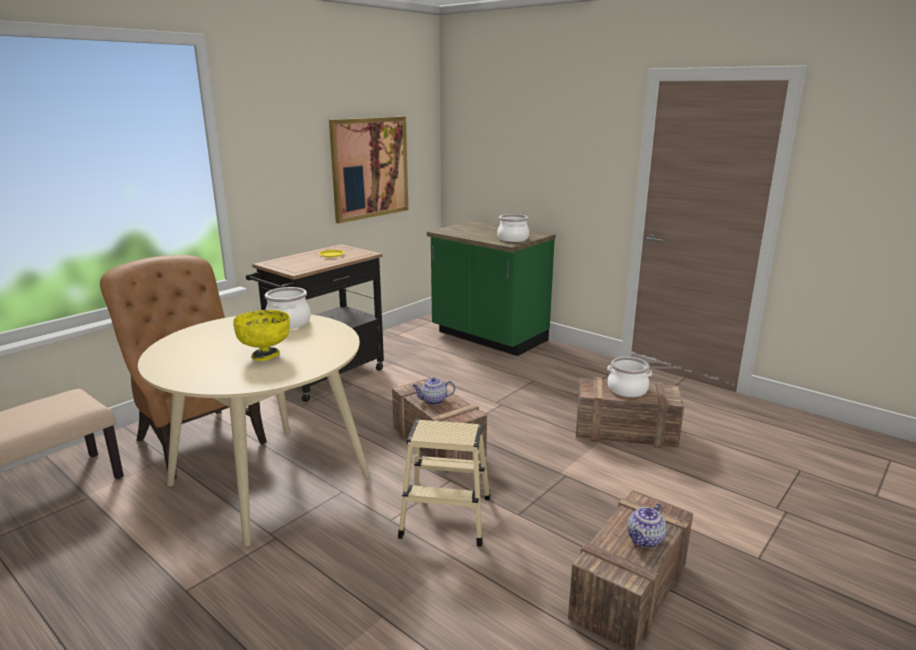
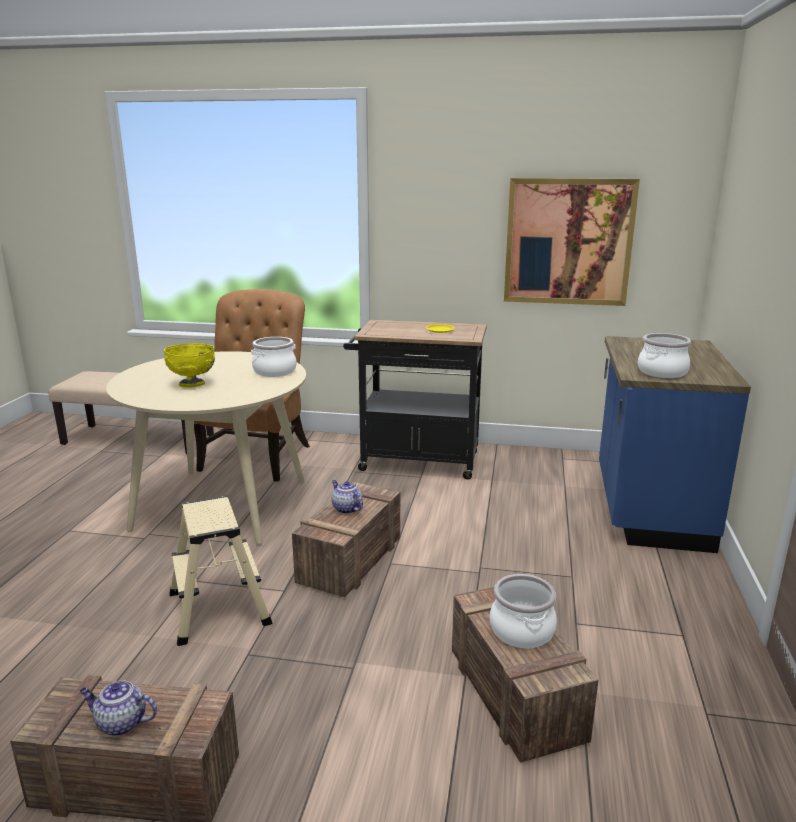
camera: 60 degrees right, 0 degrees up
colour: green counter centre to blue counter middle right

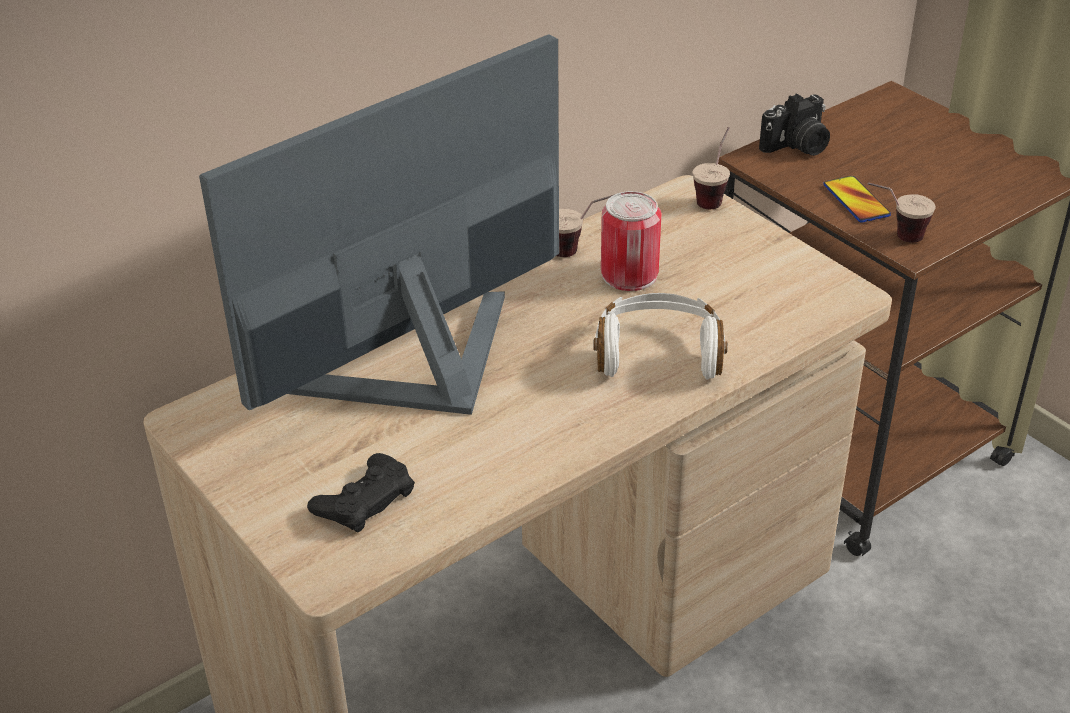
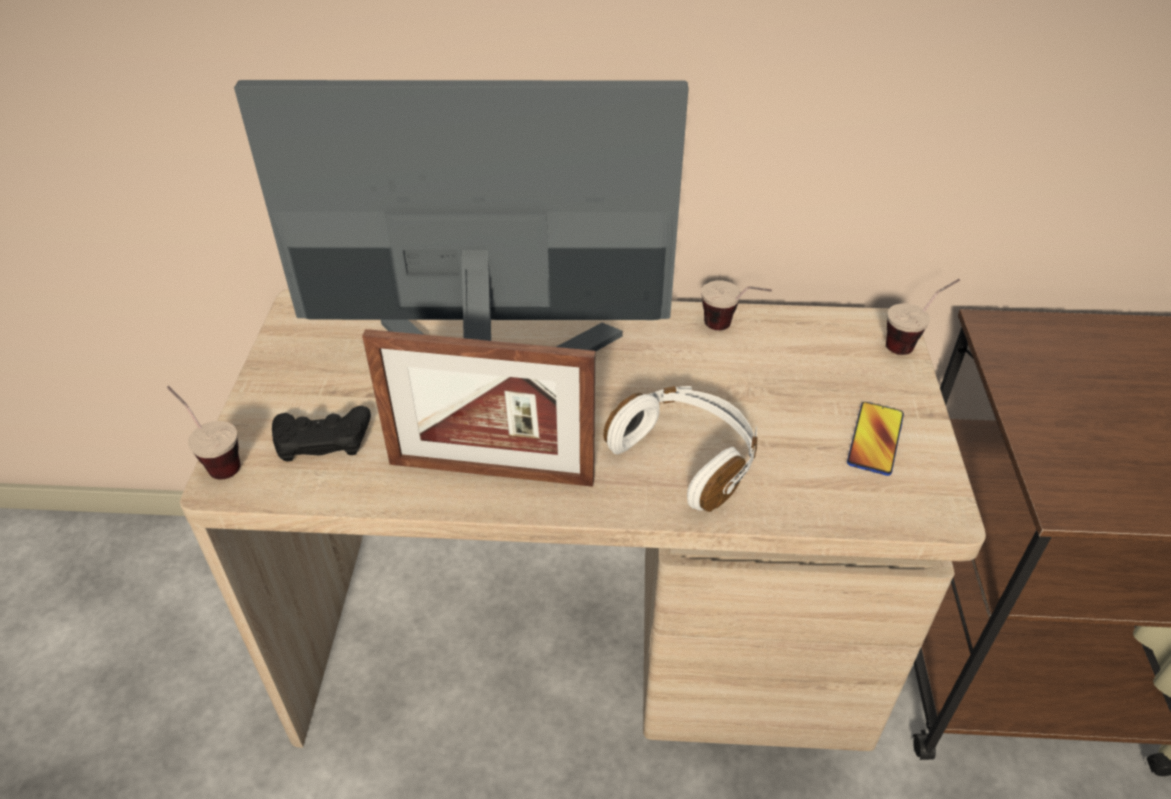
camera: 40 degrees right, 5 degrees up
missing: can centre; photo camera top right
appeared: picture frame centre
relocated: cup (no. 3 from left in the first image) top right to cup (no. 1 from left) middle left; phone top right to middle right

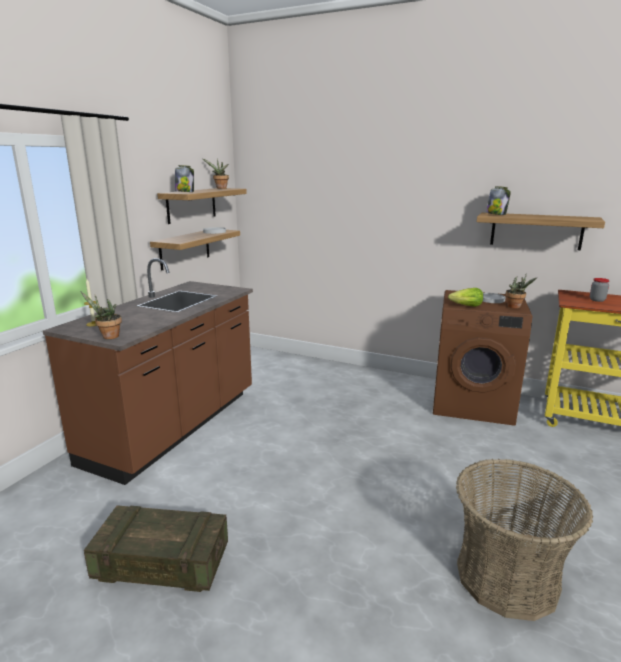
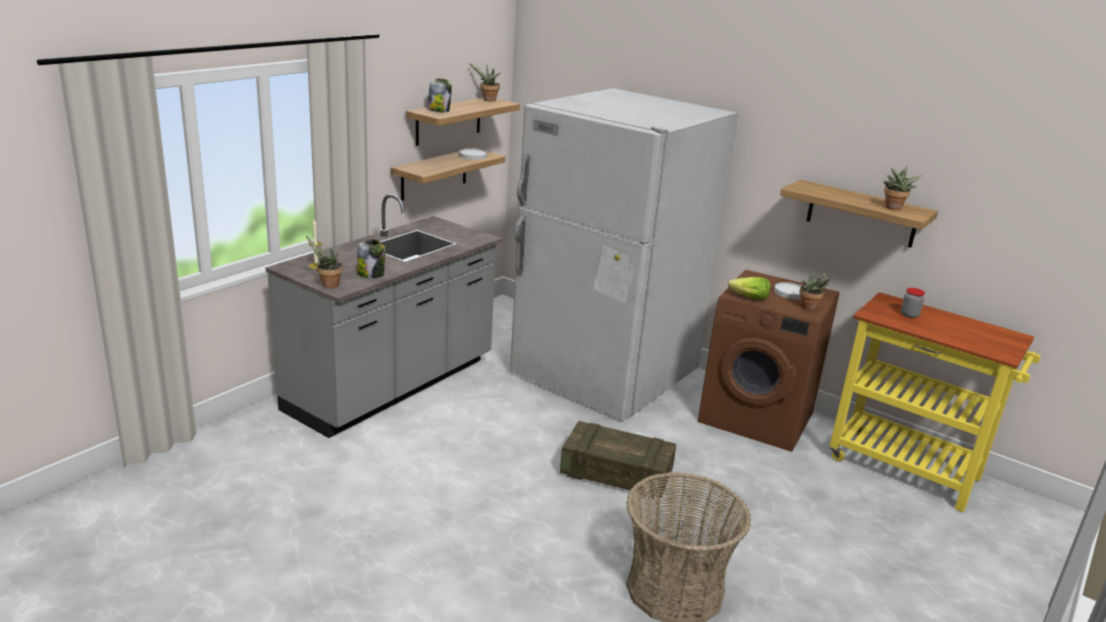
camera: 10 degrees right, 5 degrees up
appeared: white fridge centre; potted plant (no. 4 from left) top right
relocated: jar (no. 2 from left in the first image) top right to jar (no. 1 from left) centre; crate bottom left to bottom centre
colour: brown counter middle left to grey counter centre

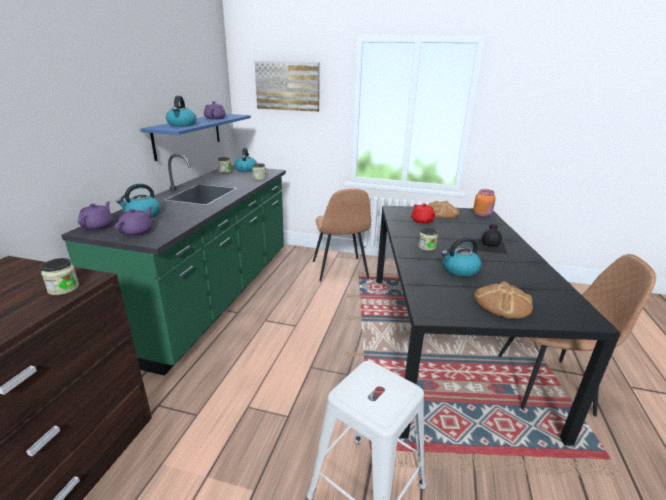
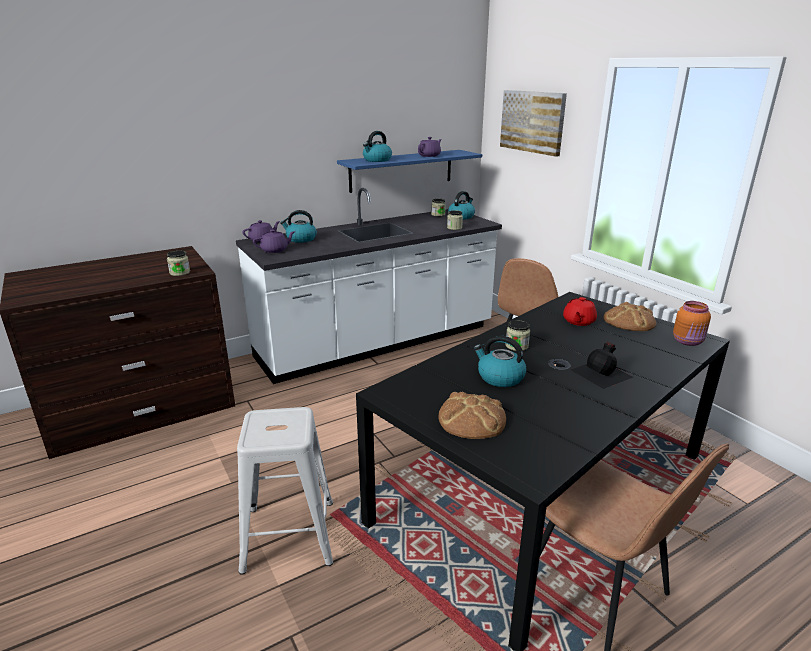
camera: 45 degrees right, 0 degrees up
colour: green counter middle left to white counter centre

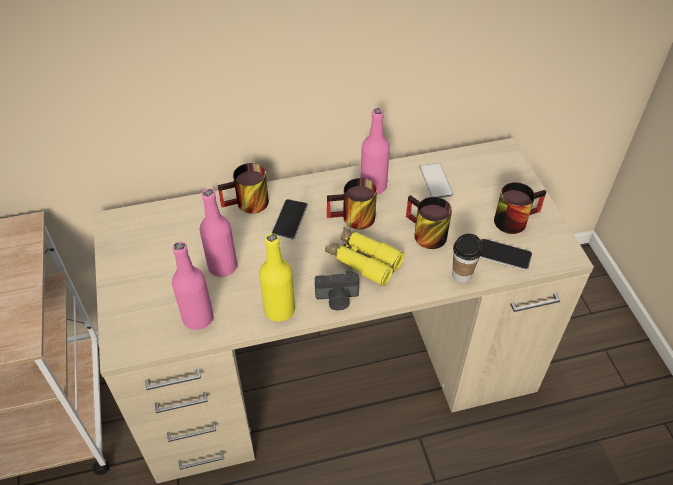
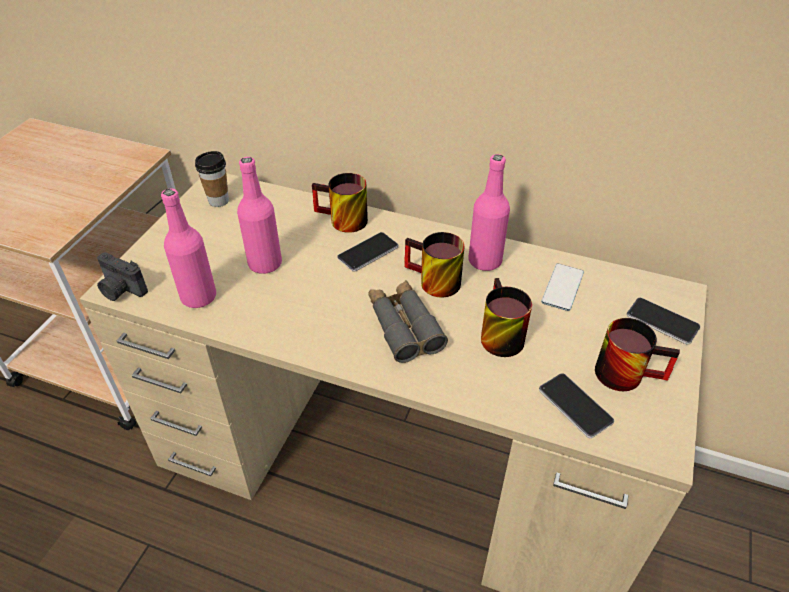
camera: 35 degrees right, 5 degrees down
missing: yellow bottle centre
appeared: phone (no. 4 from left) middle right
relocated: photo camera centre to middle left; cup middle right to top left
colour: yellow binoculars centre to grey binoculars centre

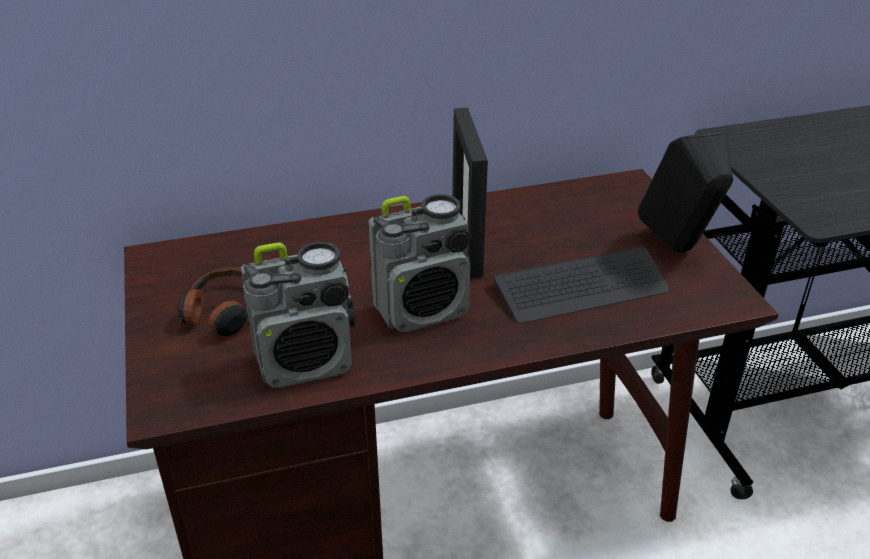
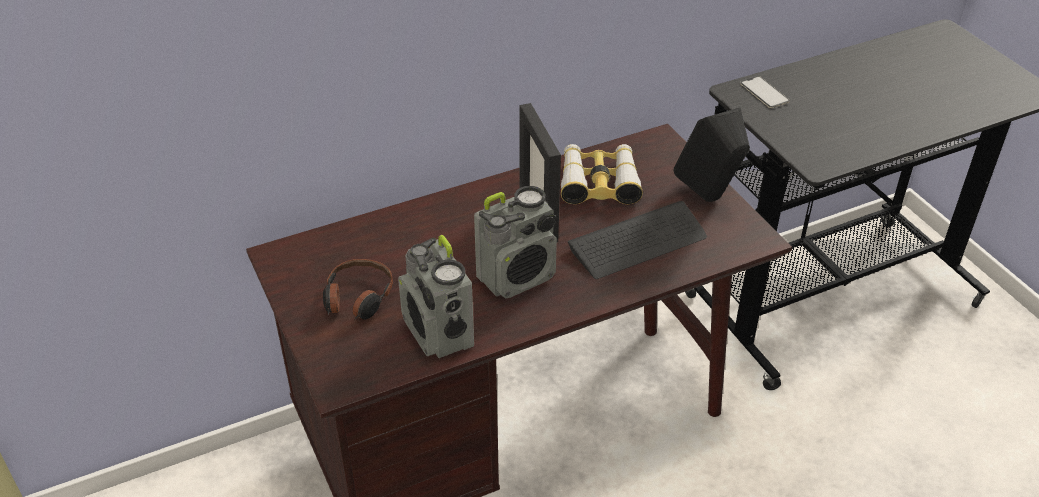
camera: 10 degrees left, 5 degrees up
appeared: binoculars centre; phone top right
spun: radio (no. 1 from left) centre = centre 90 degrees clockwise

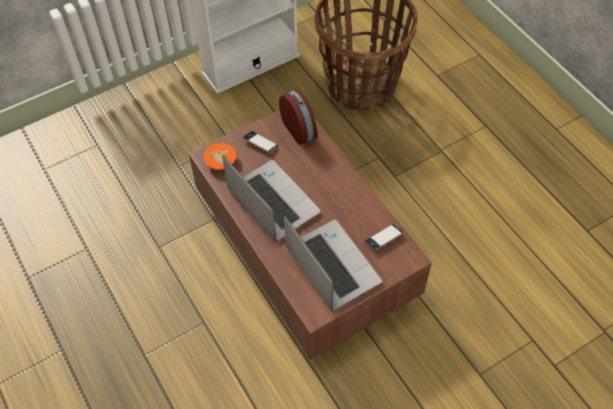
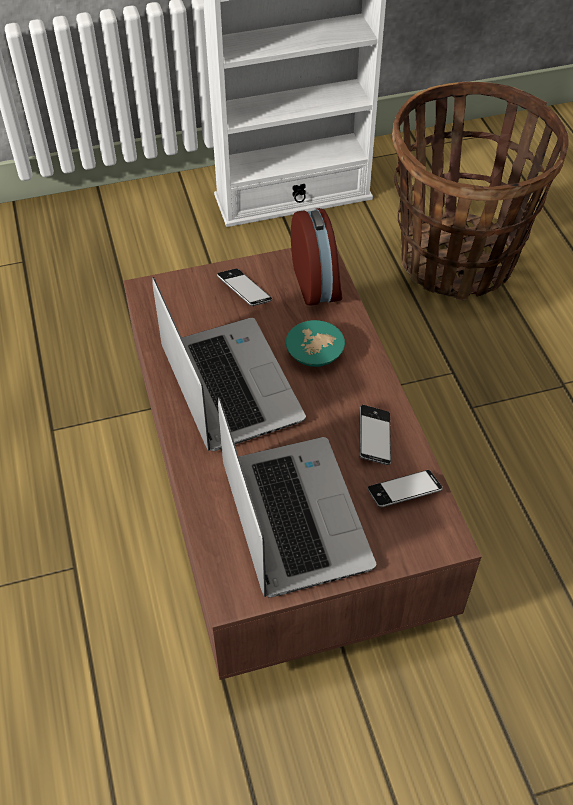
camera: 15 degrees right, 5 degrees down
missing: orange bowl centre
appeared: turquoise bowl centre; phone (no. 2 from left) centre

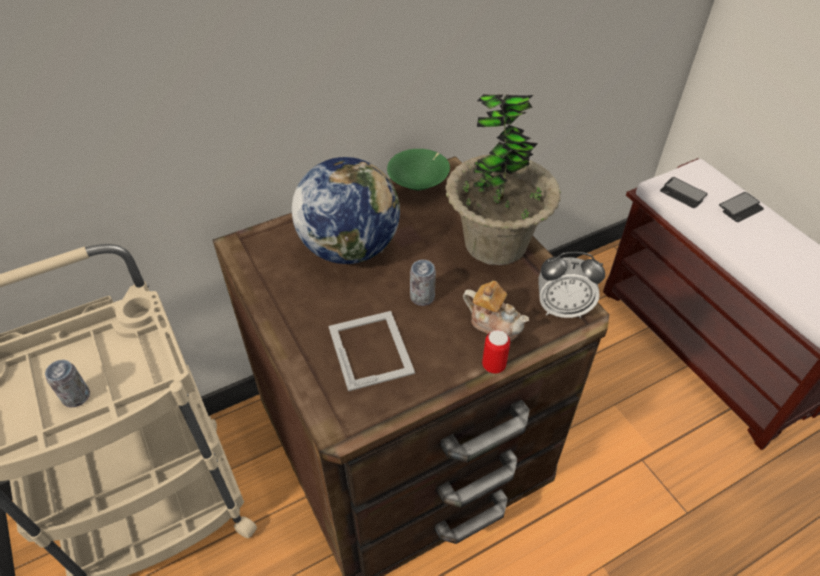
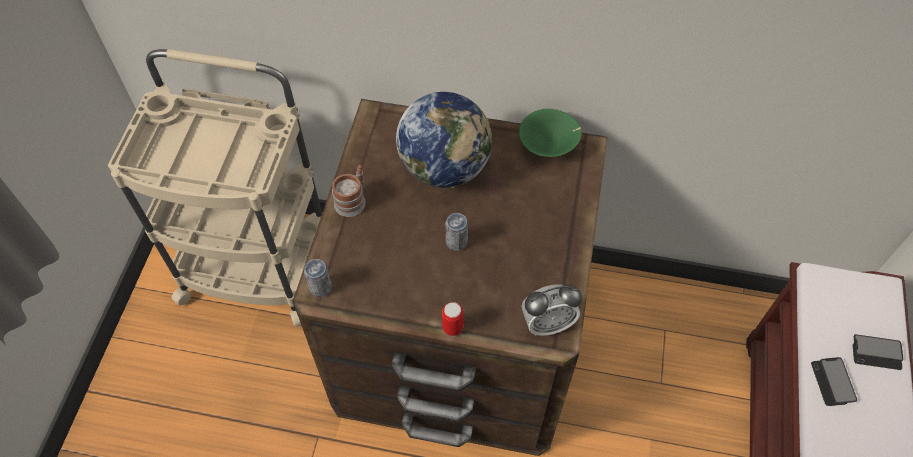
camera: 40 degrees right, 10 degrees up
missing: picture frame centre; potted plant top centre; teapot centre
appeared: mug centre
relocated: can (no. 1 from left) bottom left to centre; phone (no. 1 from left) middle right to bottom right
spun: alarm clock middle right = bottom centre 60 degrees counterclockwise

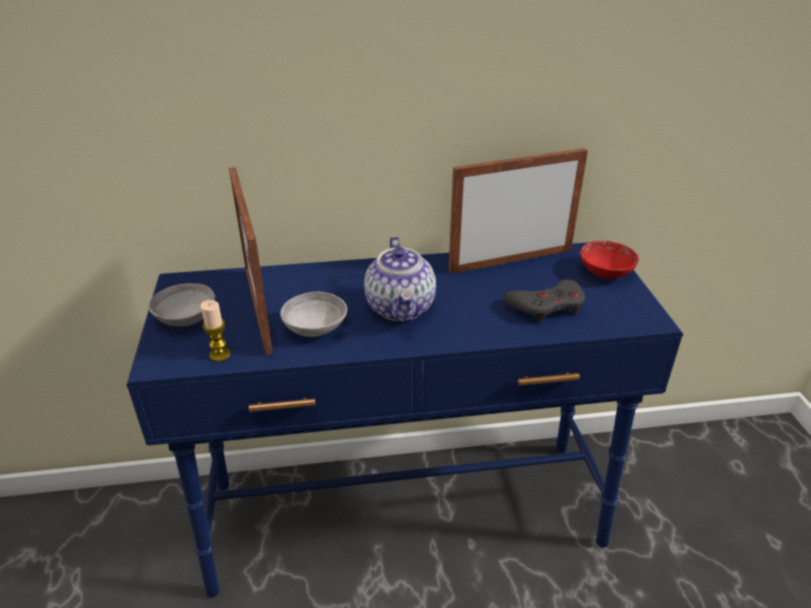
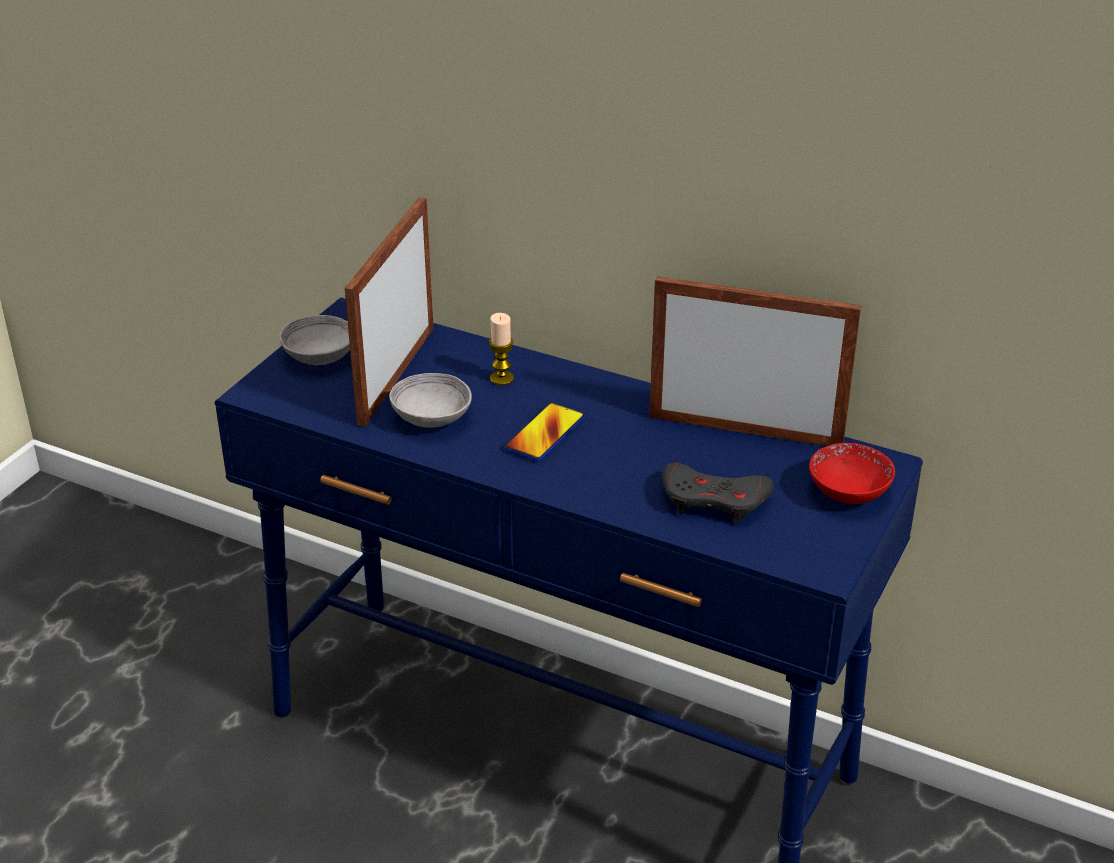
camera: 35 degrees right, 0 degrees up
relocated: candle middle left to centre
exchanged: teapot centre to phone centre

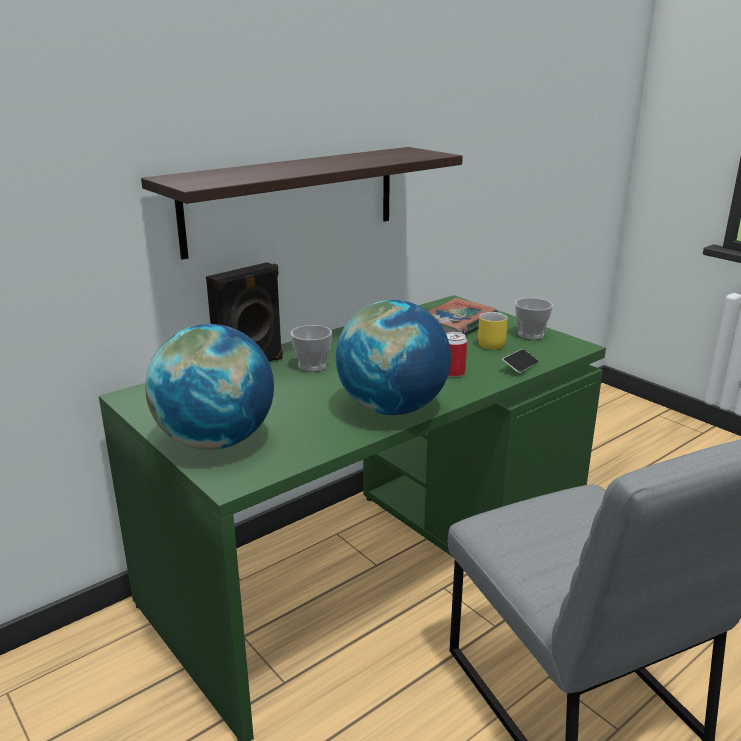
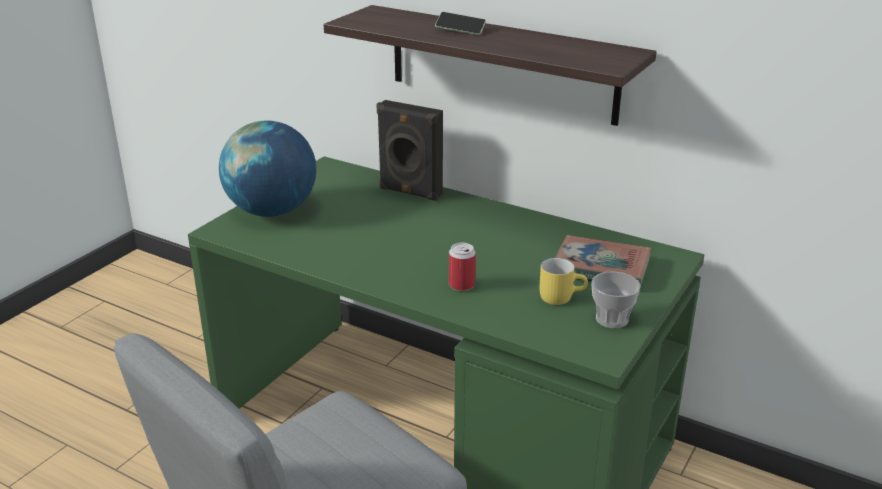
camera: 70 degrees right, 5 degrees up
missing: cup (no. 1 from left) centre; globe (no. 2 from left) centre
relocated: phone middle right to top centre

